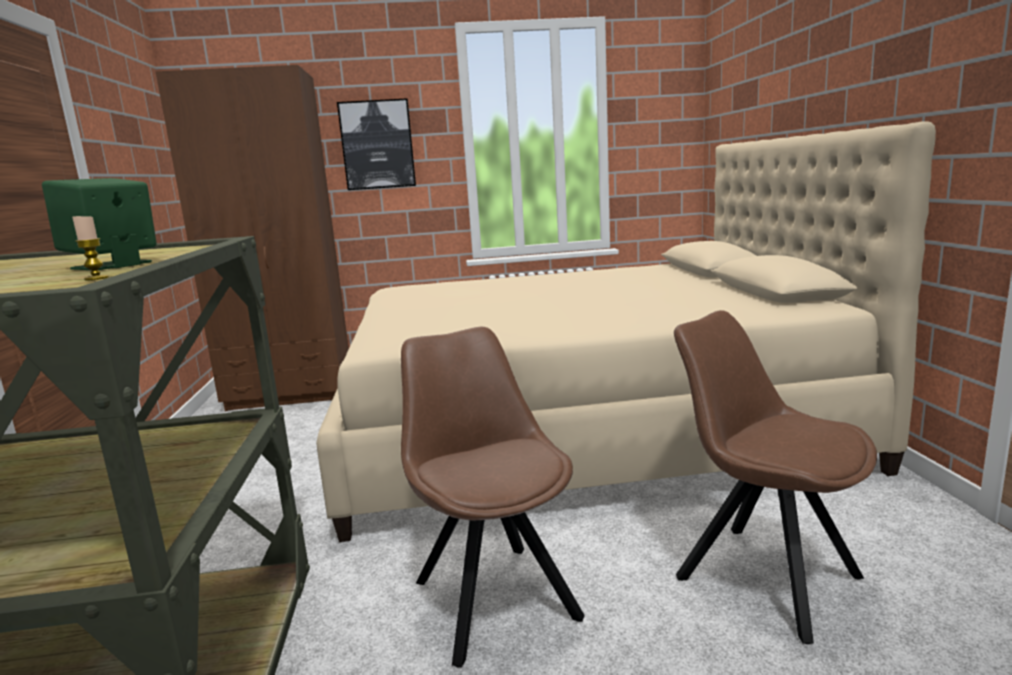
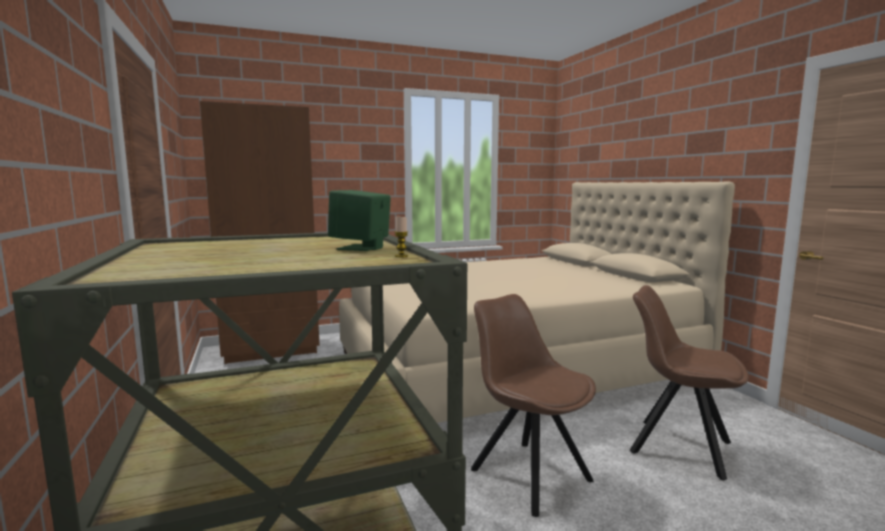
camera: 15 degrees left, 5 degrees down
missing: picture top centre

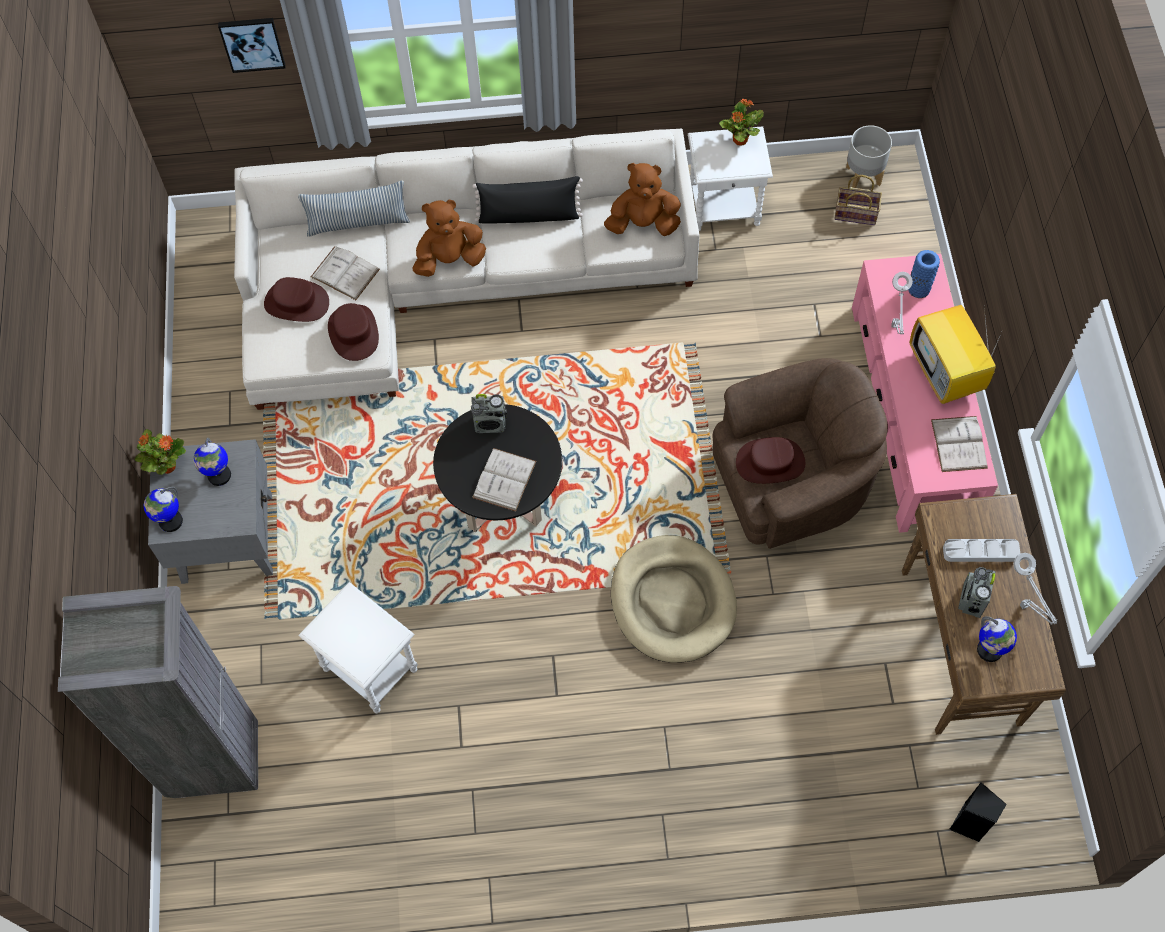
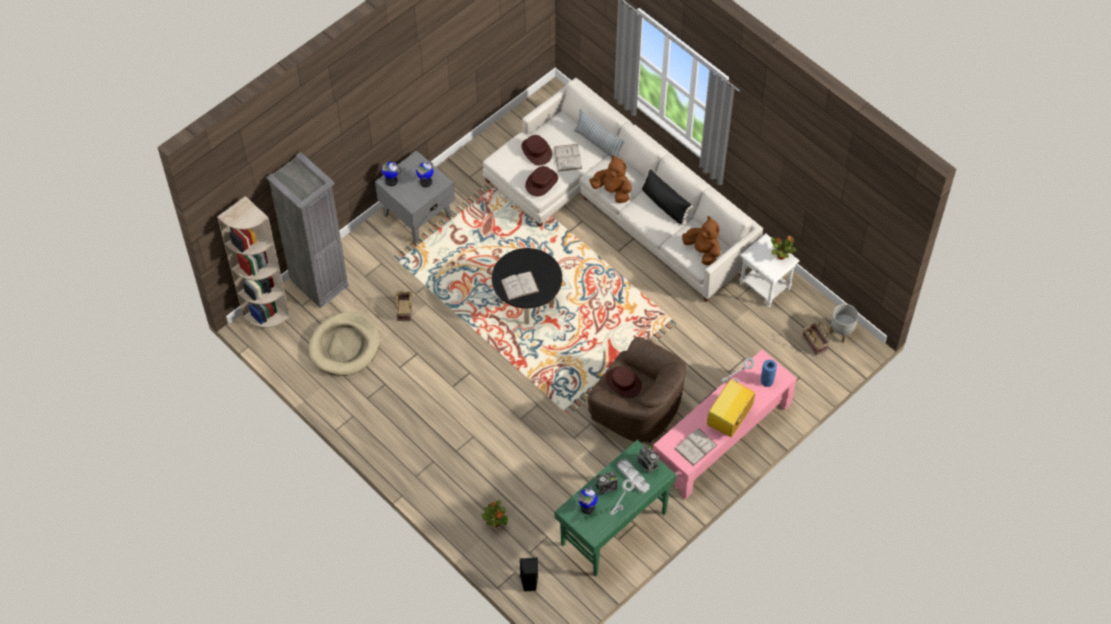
camera: 50 degrees right, 5 degrees down
missing: picture top left
appeared: beige bookcase middle left
relocated: beige dog bed centre to middle left; potted plant (no. 1 from left) middle left to bottom centre; radio (no. 1 from left in the first image) centre to radio (no. 2 from left) bottom centre
exchanged: white side table (no. 1 from left) bottom left to basket (no. 1 from left) centre
colour: brown console table middle right to green console table bottom centre

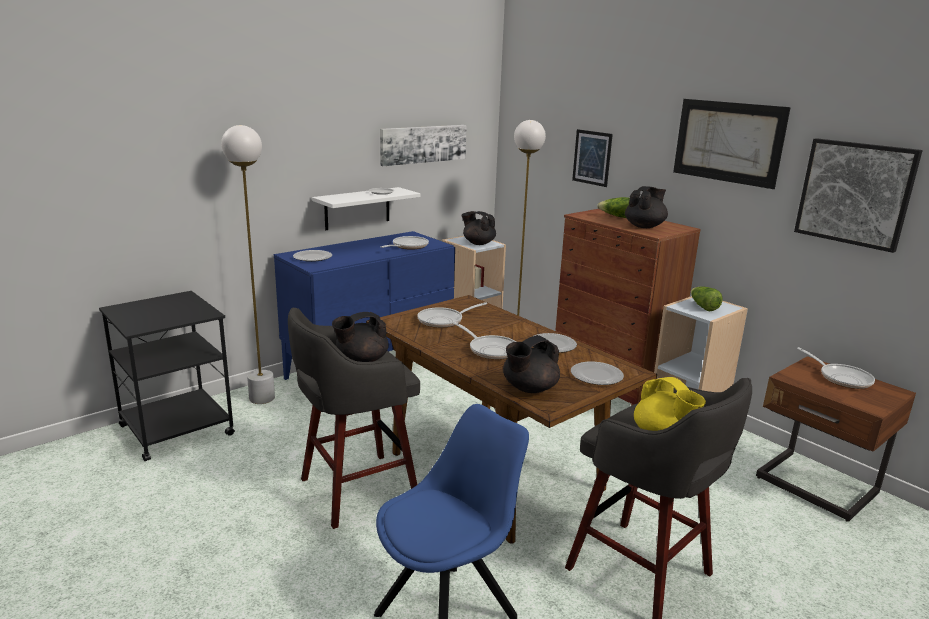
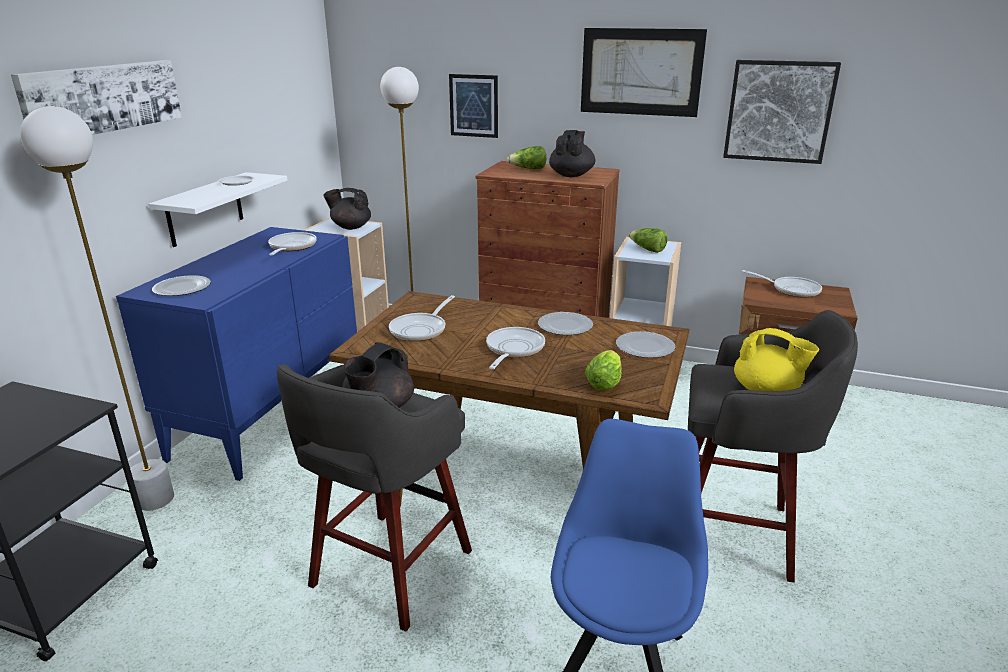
camera: 30 degrees left, 5 degrees up
relocated: picture (no. 1 from left) top centre to top left
exchanged: black teapot (no. 3 from left) centre to lettuce (no. 2 from left) centre
spun: frying pan (no. 3 from left) centre = centre 90 degrees counterclockwise

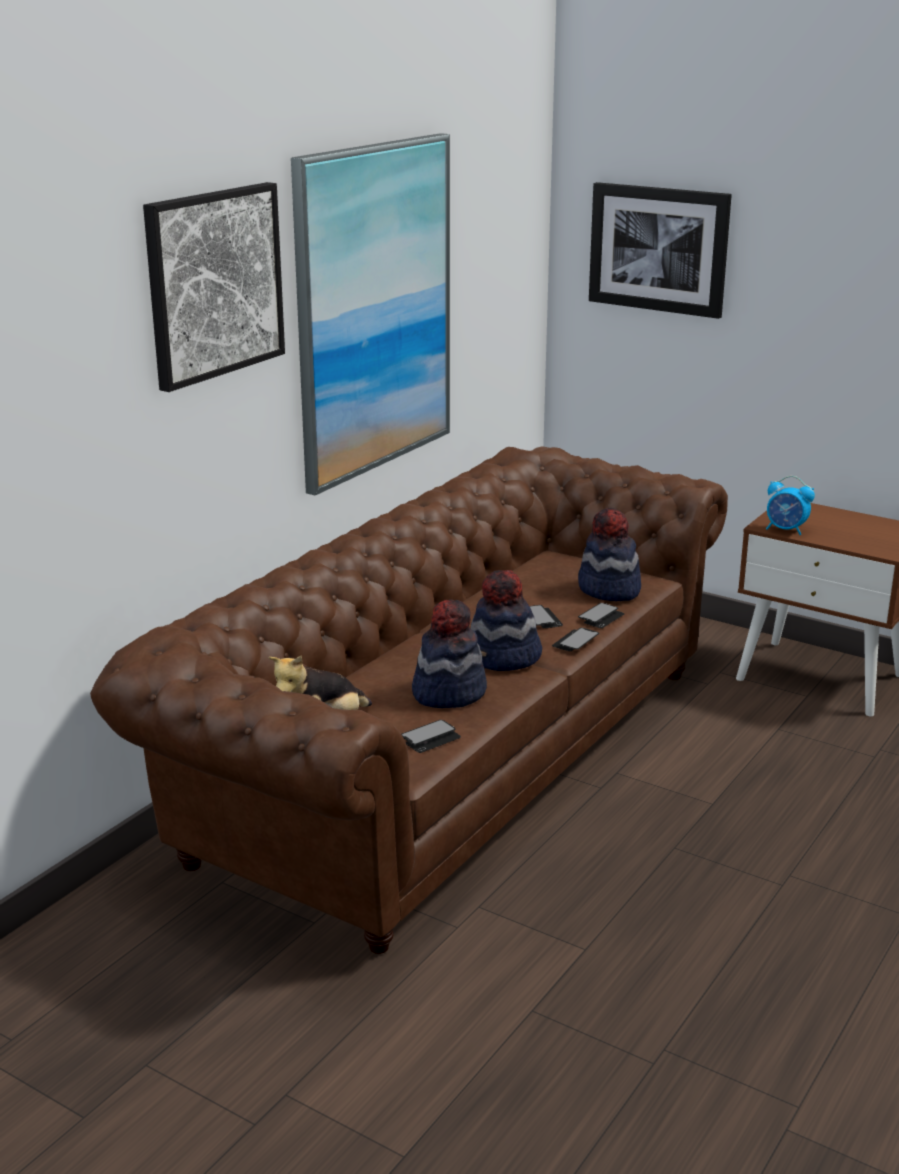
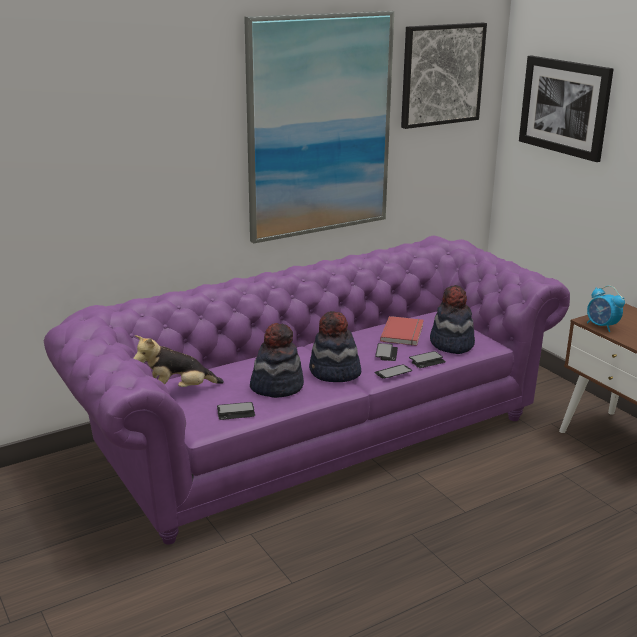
camera: 25 degrees right, 0 degrees up
appeared: red book centre
relocated: picture (no. 1 from left in the first image) top left to picture (no. 2 from left) top right
colour: brown sofa centre to purple sofa centre

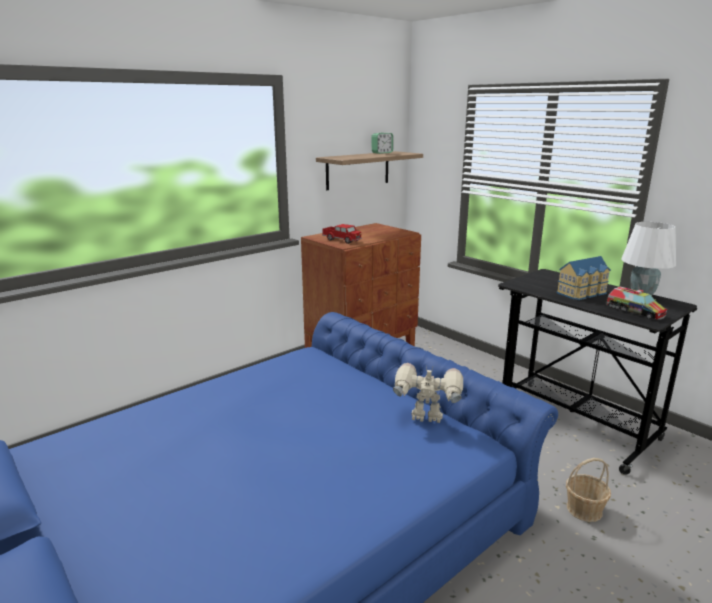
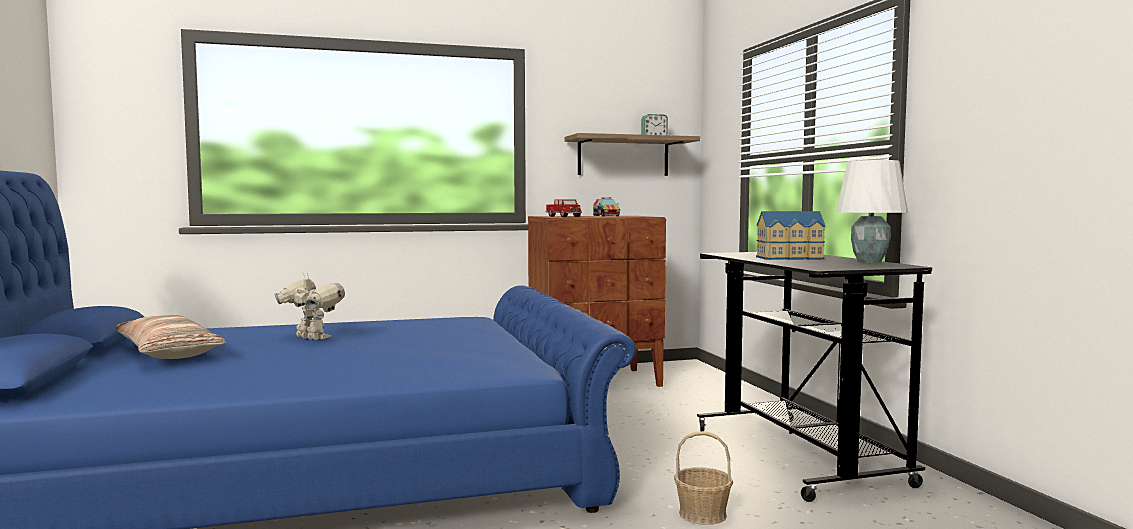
camera: 25 degrees right, 15 degrees down
appeared: pillow middle left
relocated: toy robot centre to middle left; toy truck (no. 2 from left) middle right to centre

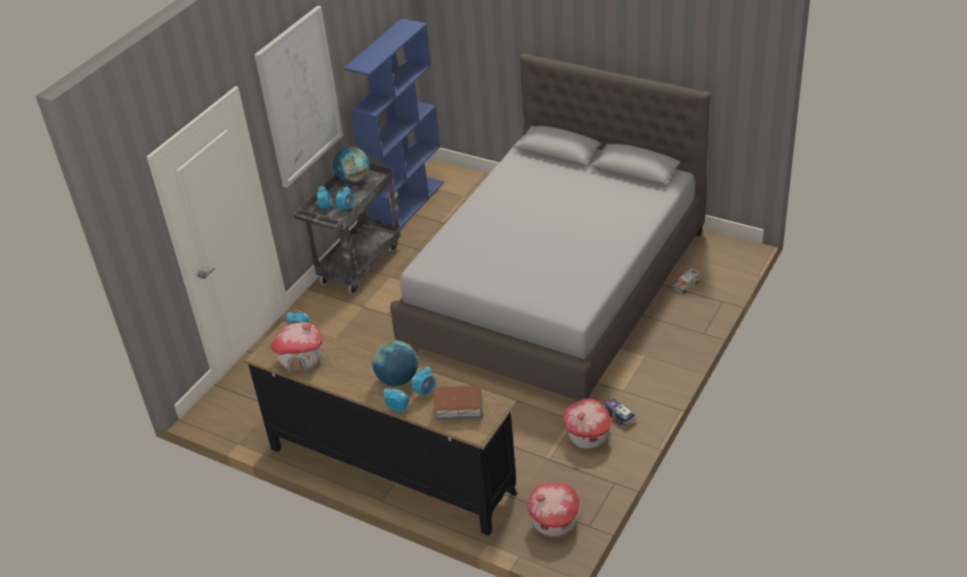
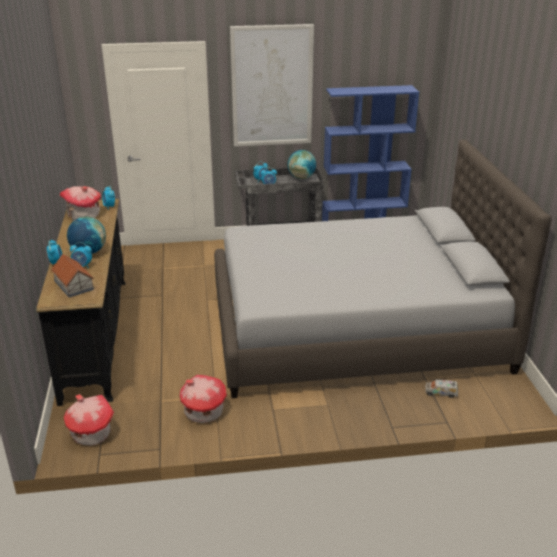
camera: 50 degrees right, 10 degrees down
missing: toy truck (no. 1 from left) bottom centre

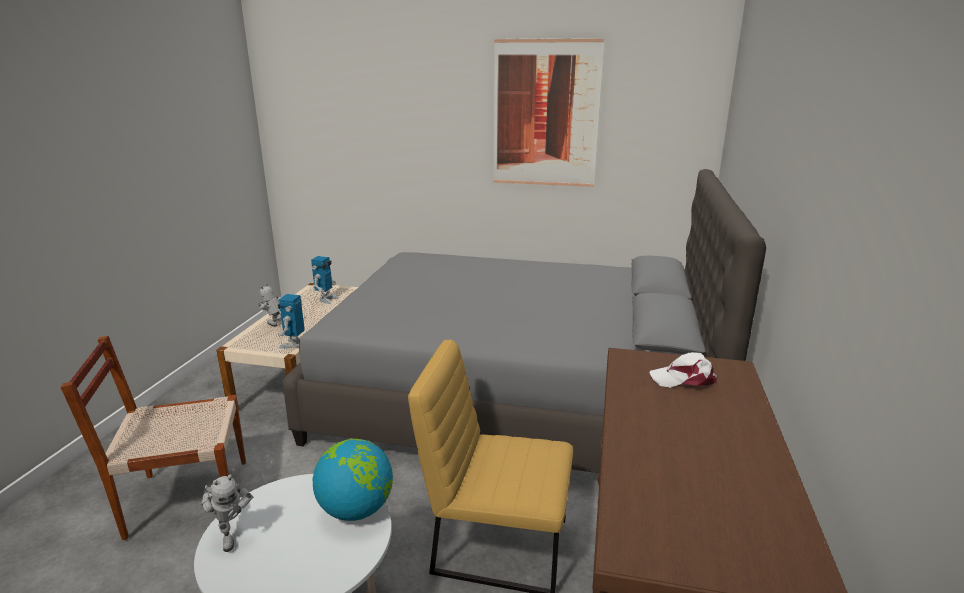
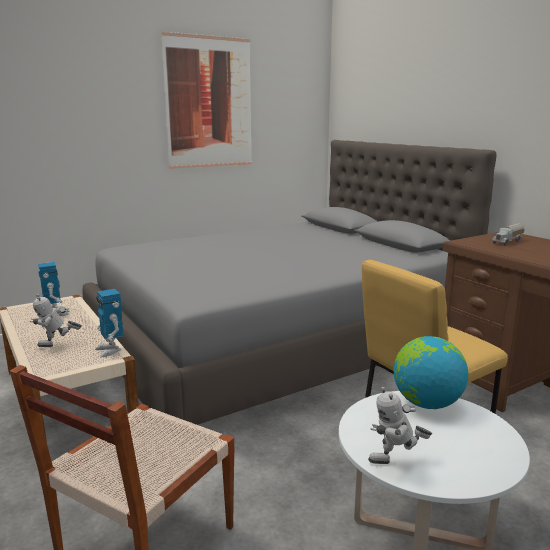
camera: 45 degrees left, 5 degrees down
exchanged: white cap middle right to toy truck middle right
spun: toy robot (no. 1 from left in the first image) bottom left = bottom right 150 degrees clockwise

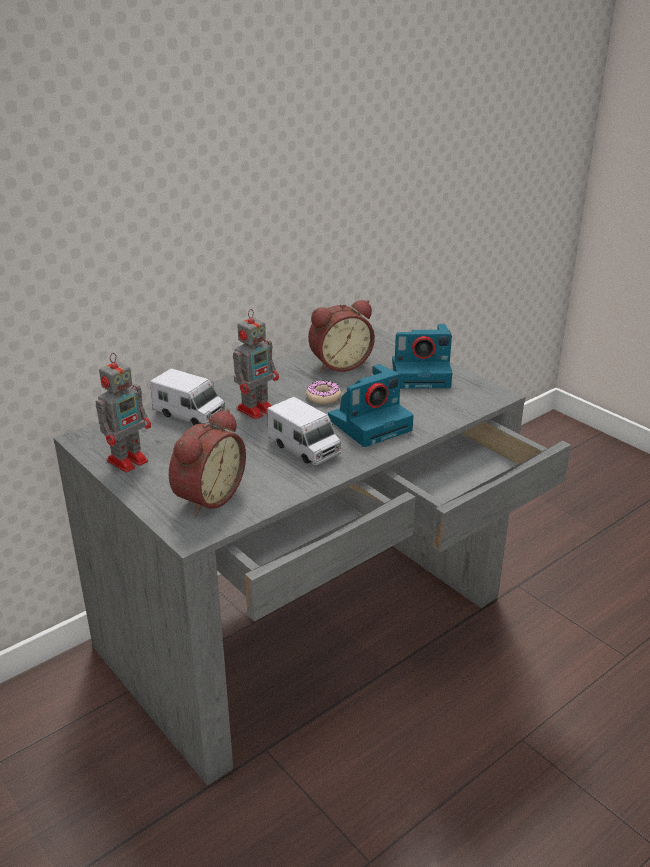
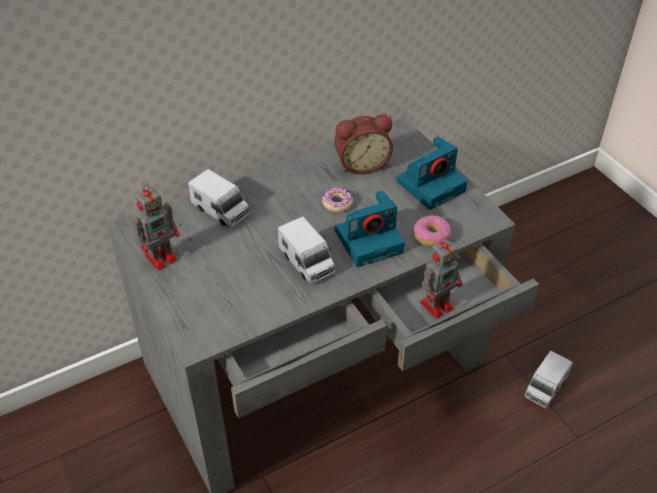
camera: 10 degrees right, 15 degrees up
missing: alarm clock (no. 1 from left) middle left
appeared: donut (no. 2 from left) centre; toy truck (no. 3 from left) bottom right
relocated: toy robot (no. 2 from left) centre to middle right
spun: photo camera (no. 2 from left) centre = centre 45 degrees counterclockwise

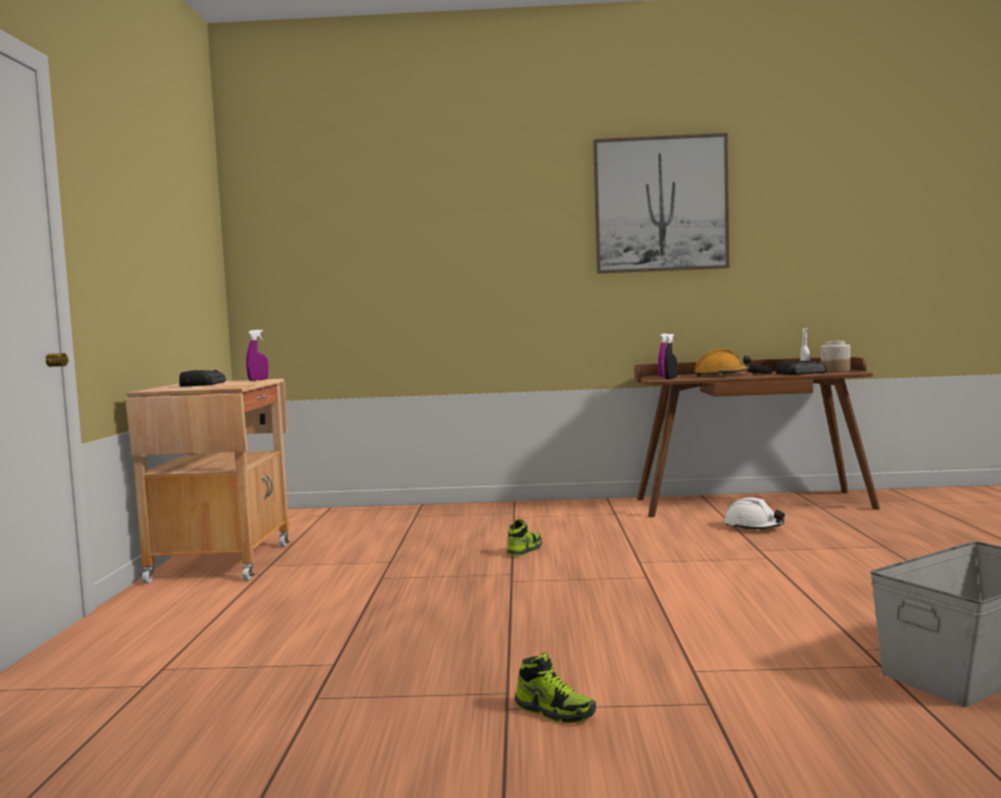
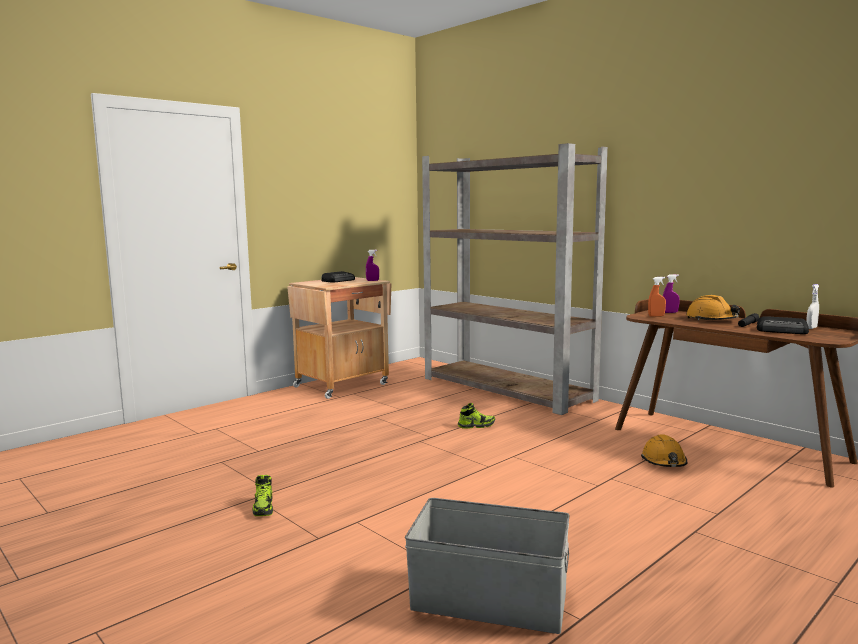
camera: 45 degrees right, 5 degrees up
missing: picture top centre; jar middle right
appeared: brown bookcase centre
colour: white hard hat middle right to orange hard hat (no. 1 from left) bottom right; black spray bottle middle right to orange spray bottle middle right

